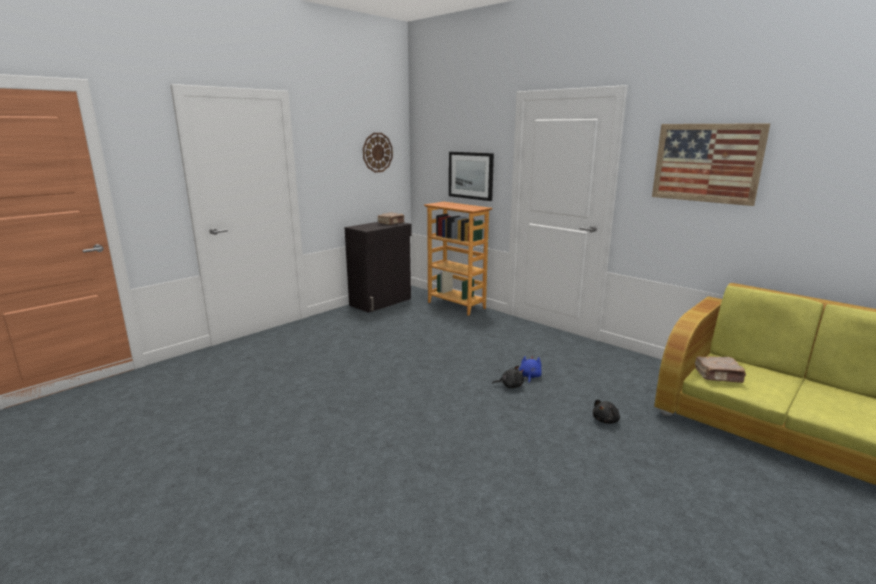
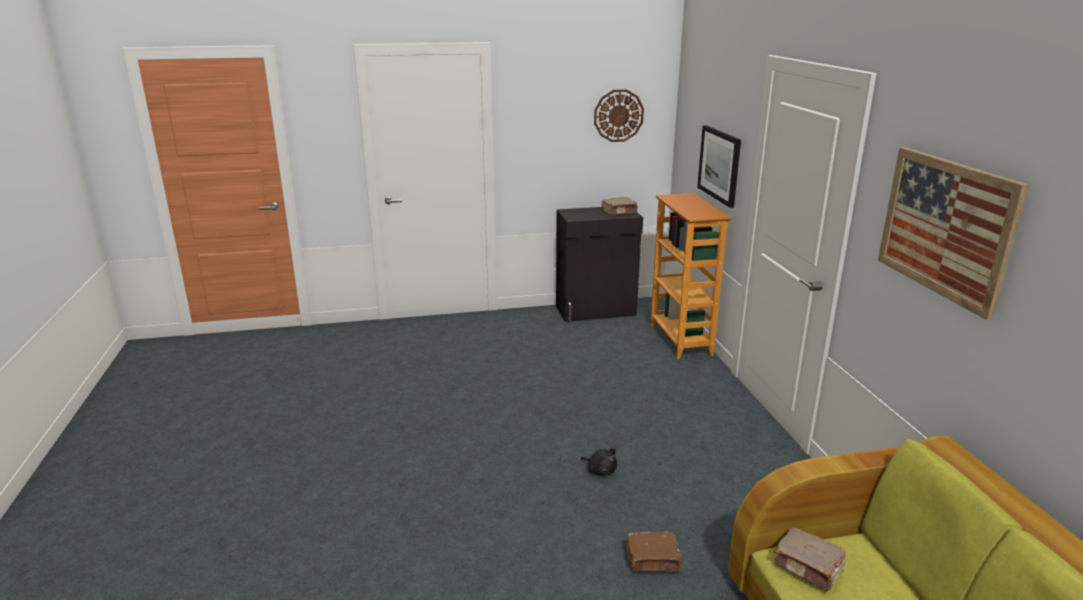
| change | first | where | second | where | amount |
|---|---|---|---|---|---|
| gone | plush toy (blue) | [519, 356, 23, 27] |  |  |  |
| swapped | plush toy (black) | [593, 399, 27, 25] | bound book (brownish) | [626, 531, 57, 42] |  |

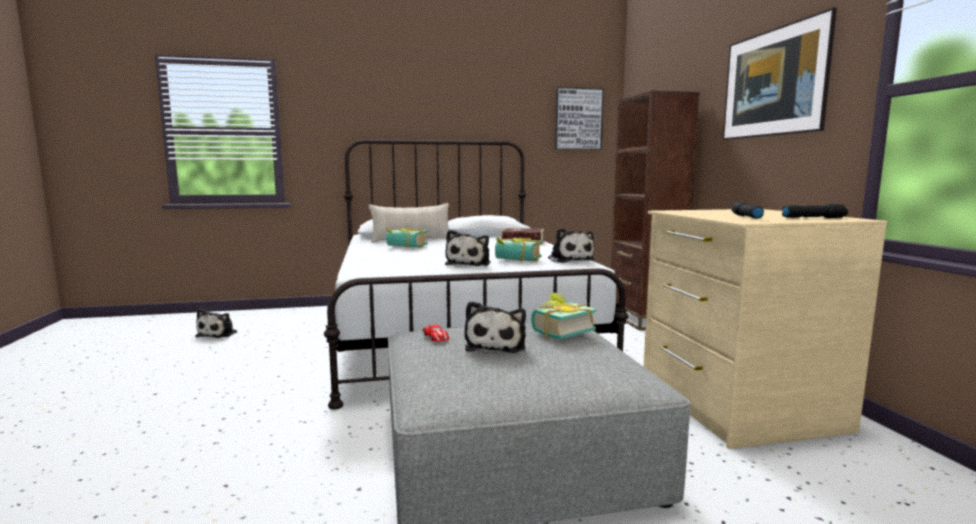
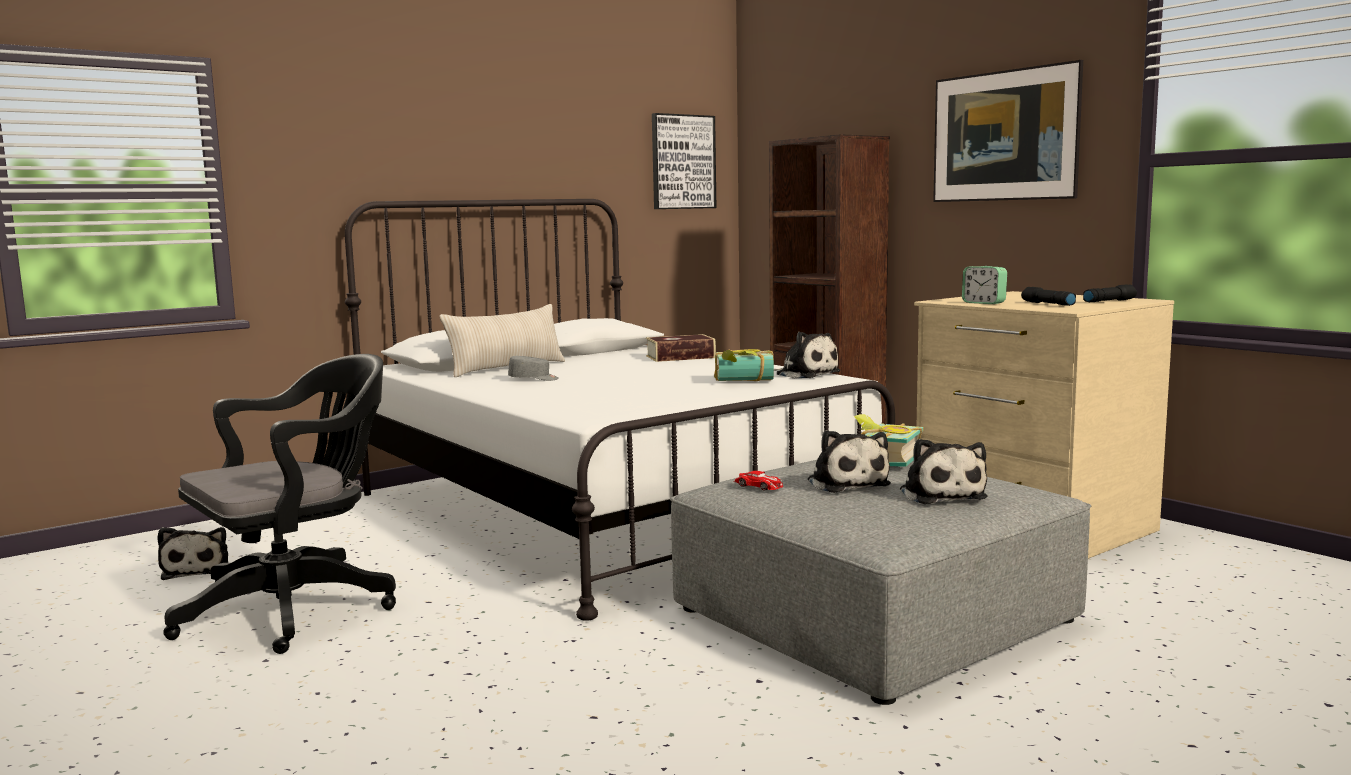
| change | first | where | second | where | amount |
|---|---|---|---|---|---|
| swapped | bound book | [386, 228, 42, 20] | cap (grey) | [508, 356, 51, 25] |  |
| shifted | plush toy | [445, 230, 45, 36] |  | [900, 439, 88, 65] |  |
| new |  |  | office chair (black) | [163, 354, 233, 300] |  |
| new |  |  | bedside clock | [962, 266, 45, 38] |  |

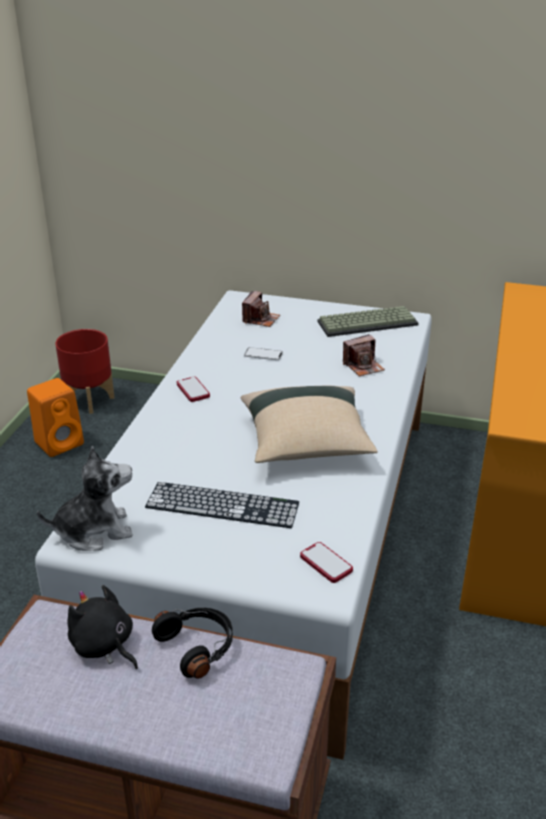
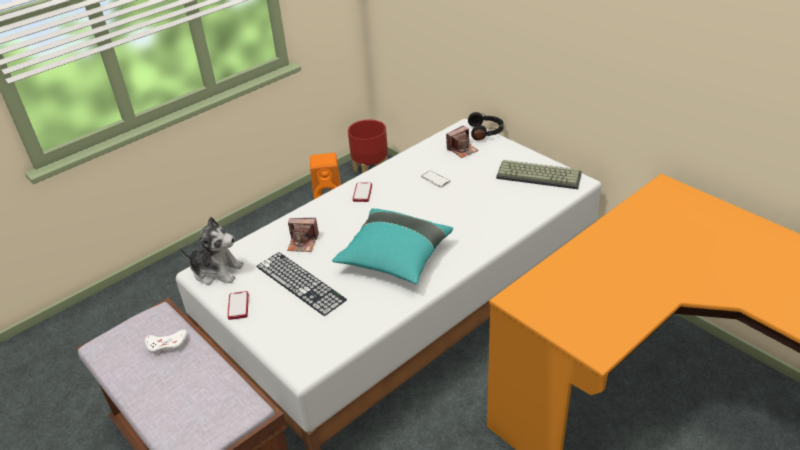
| change | first | where | second | where | amount |
|---|---|---|---|---|---|
| swapped | plush toy (black) | [68, 585, 70, 84] | gamepad (white) | [145, 330, 43, 26] |  |
| shifted | pair of headphones (black) | [152, 608, 81, 71] |  | [468, 112, 36, 28] |  |
| repainted | cushion (beige) | [241, 385, 136, 78] | cushion (blue-green) | [332, 209, 121, 75] |  |
| shifted | phone | [300, 542, 53, 41] |  | [227, 291, 22, 29] |  |
| shifted | photo camera | [343, 334, 42, 43] |  | [287, 218, 32, 34] |  |

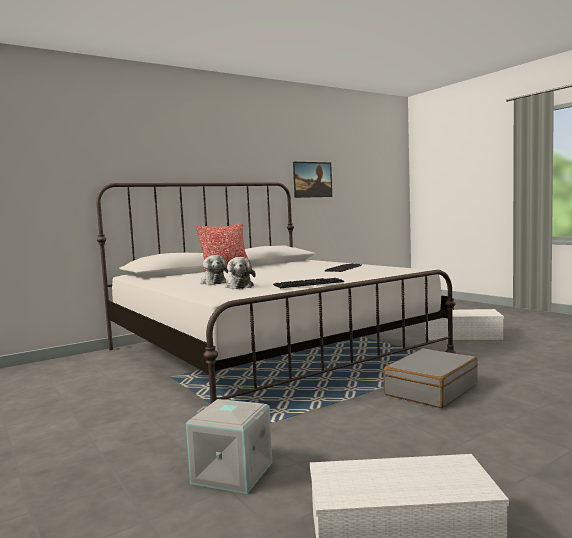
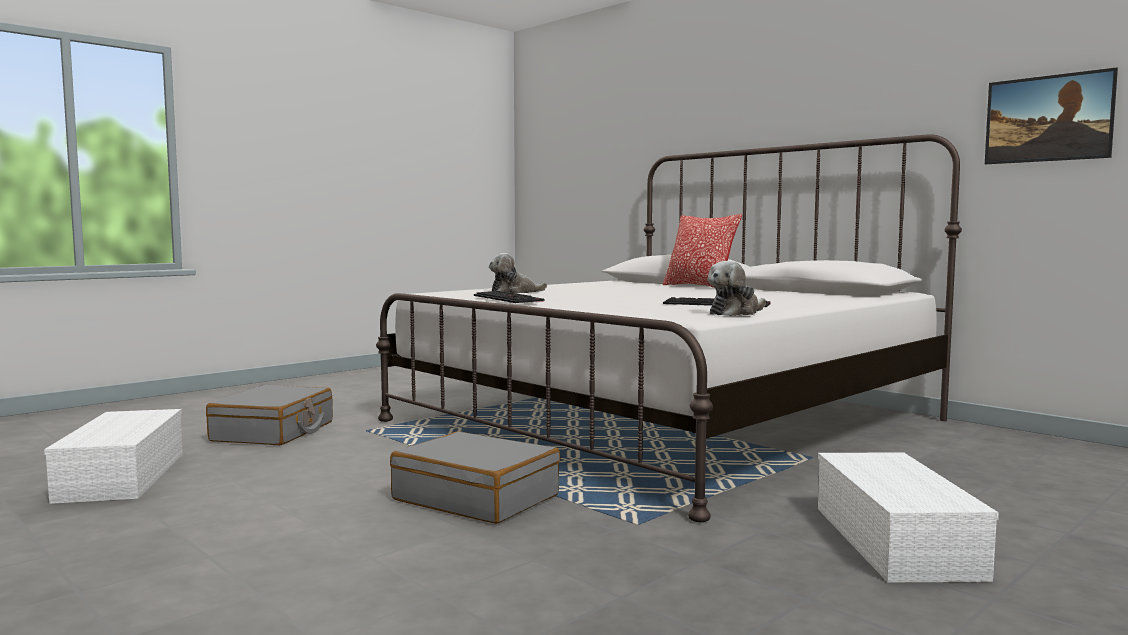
| change | first | where | second | where | amount |
|---|---|---|---|---|---|
| swapped | storage bin (grey) | [186, 399, 86, 95] | travel case (grey) | [206, 385, 127, 60] |  |
| shifted | plush toy | [201, 255, 27, 30] |  | [708, 261, 58, 55] |  |

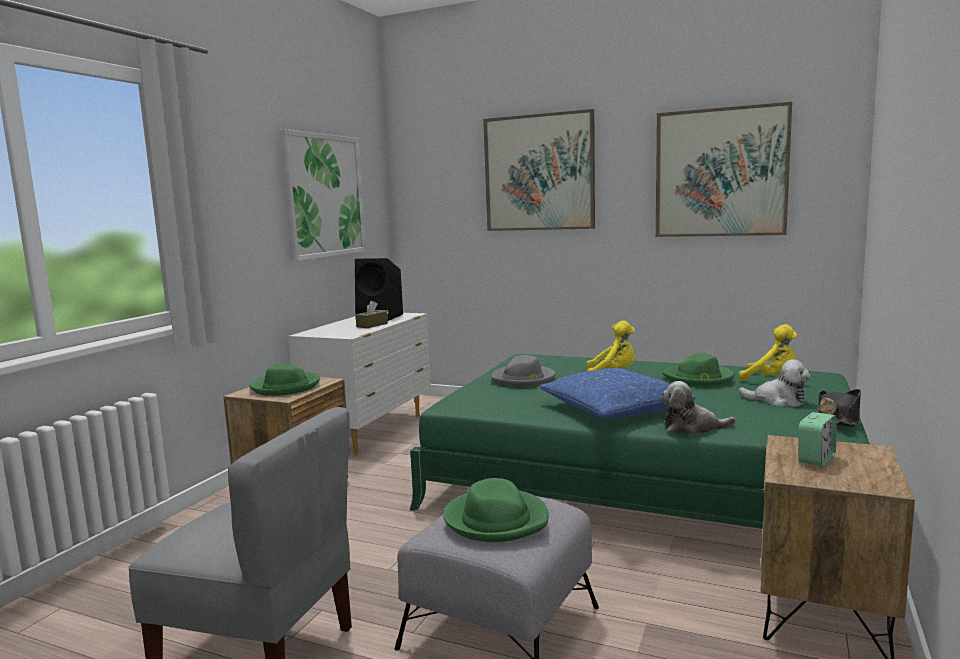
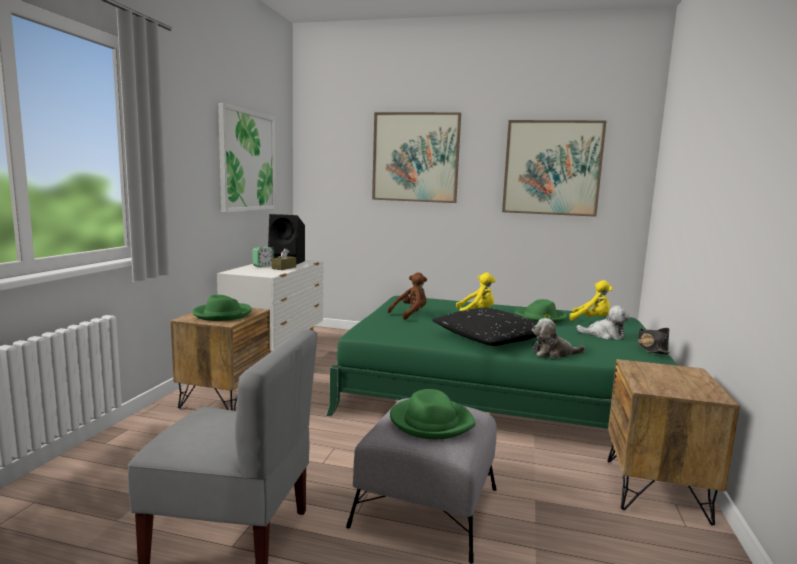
| change | first | where | second | where | amount |
|---|---|---|---|---|---|
| swapped | clothing hat (grey) | [491, 355, 65, 32] | plush toy (brownish) | [388, 272, 39, 48] |  |
| repainted | cushion (blue) | [539, 368, 157, 51] | cushion (black) | [432, 308, 105, 38] |  |
| shifted | bedside clock | [798, 412, 39, 55] |  | [252, 247, 22, 20] |  |

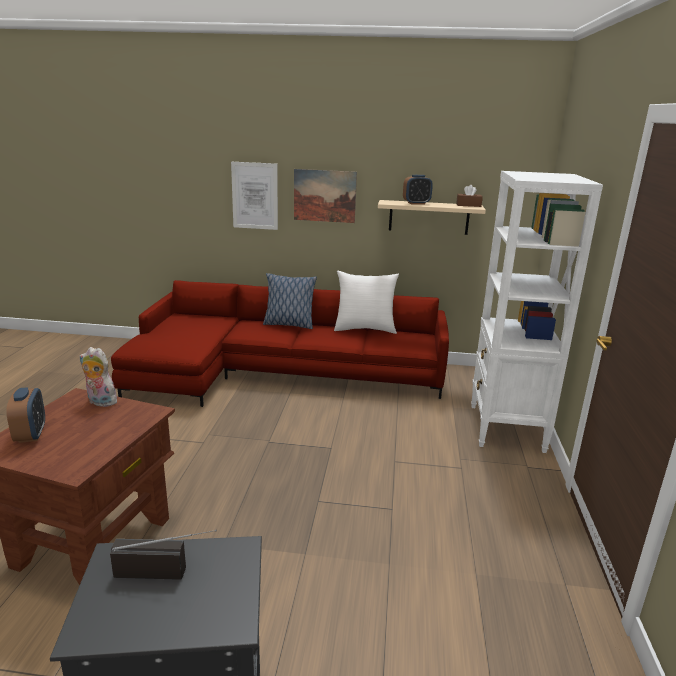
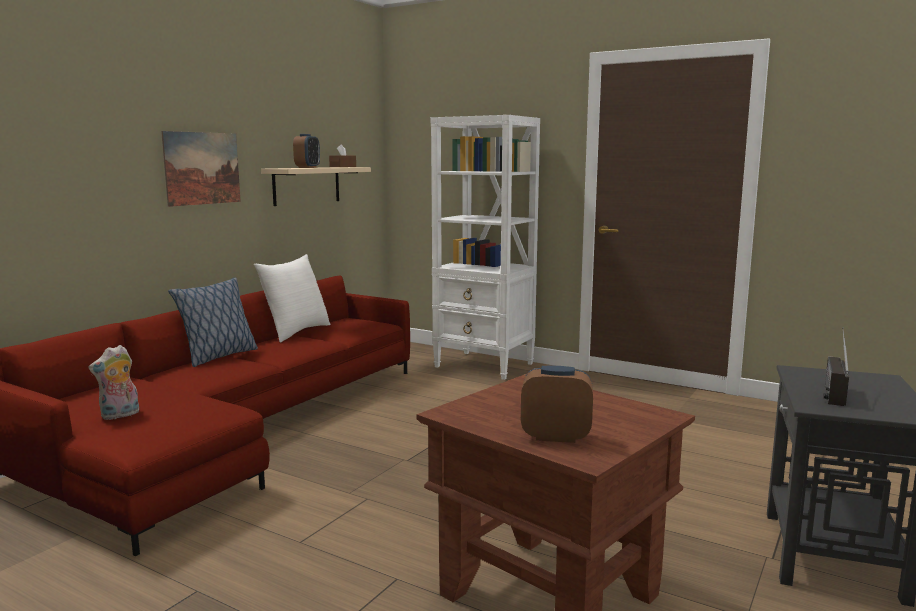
| change | first | where | second | where | amount |
|---|---|---|---|---|---|
| shifted | plush toy | [79, 347, 41, 60] |  | [89, 345, 50, 75] |  |
| gone | wall picture | [231, 162, 47, 68] |  |  |  |

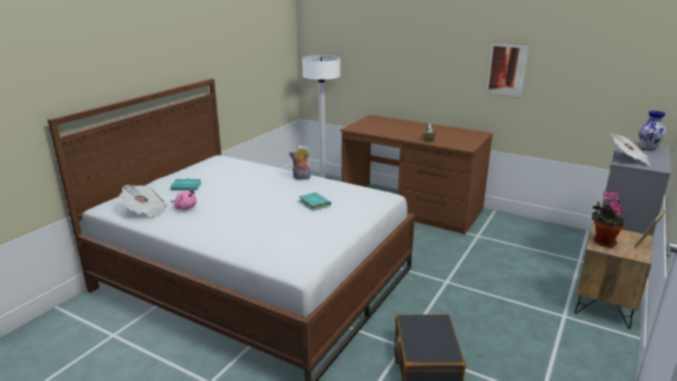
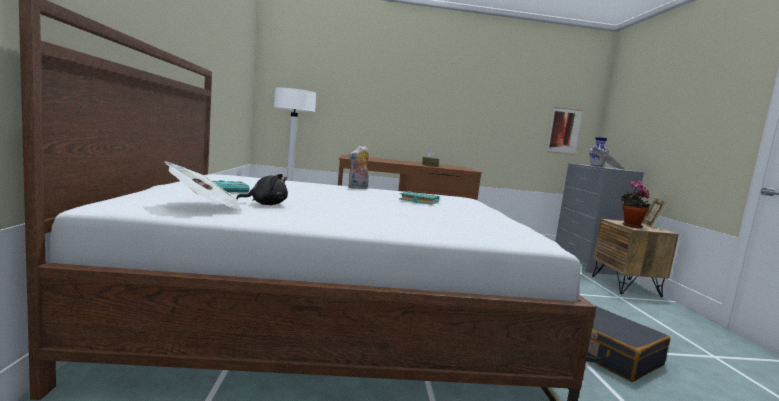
| change | first | where | second | where | amount |
|---|---|---|---|---|---|
| repainted | plush toy (pinkish) | [171, 189, 26, 21] | plush toy (black) | [236, 174, 52, 31] |  |
| shifted | wall picture | [486, 41, 43, 57] |  | [547, 107, 35, 48] |  |

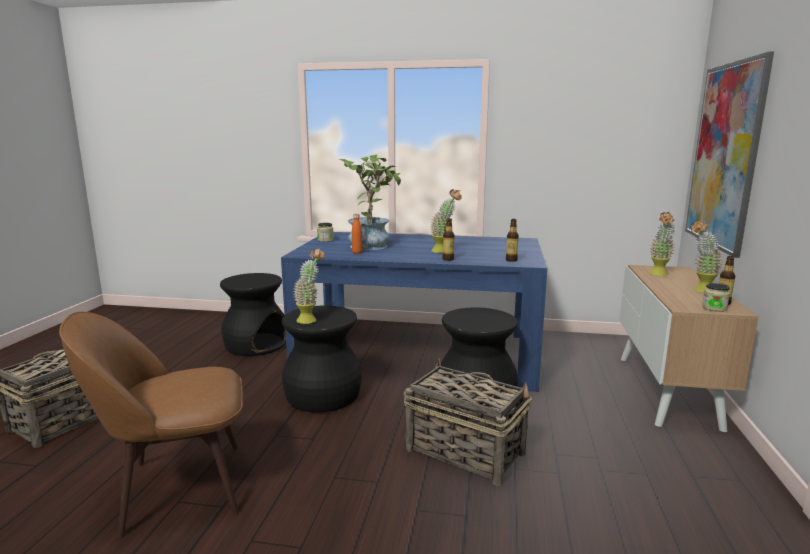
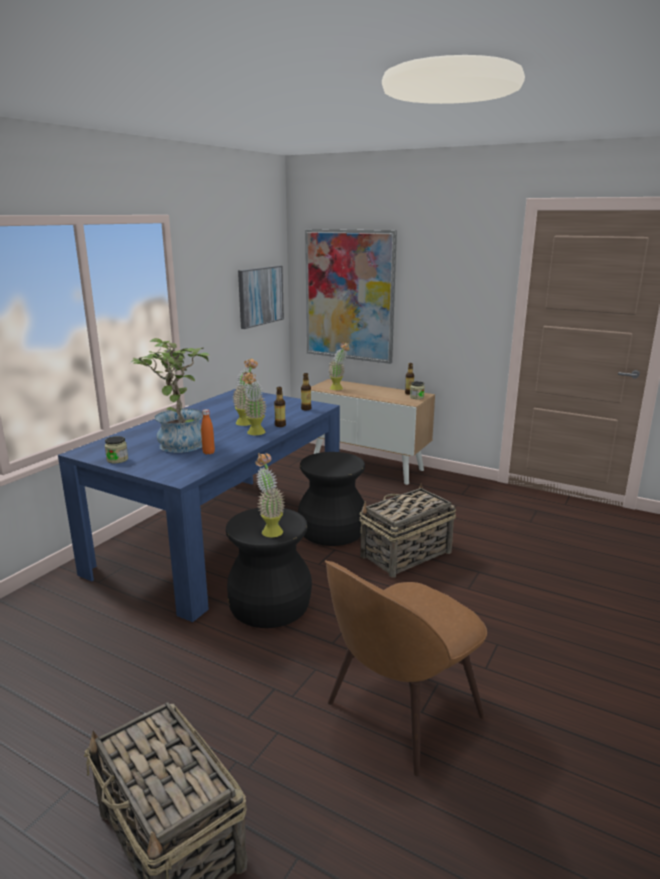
| change | first | where | second | where | amount |
|---|---|---|---|---|---|
| rotated | upright chair (brownish) | [59, 312, 184, 227] |  | [325, 560, 162, 216] | 45 degrees clockwise |
| gone | stool (black) | [220, 273, 66, 83] |  |  |  |
| shifted | potted plant | [691, 220, 32, 73] |  | [241, 372, 25, 63] |  |
| new |  |  | wall picture | [238, 266, 46, 63] |  |

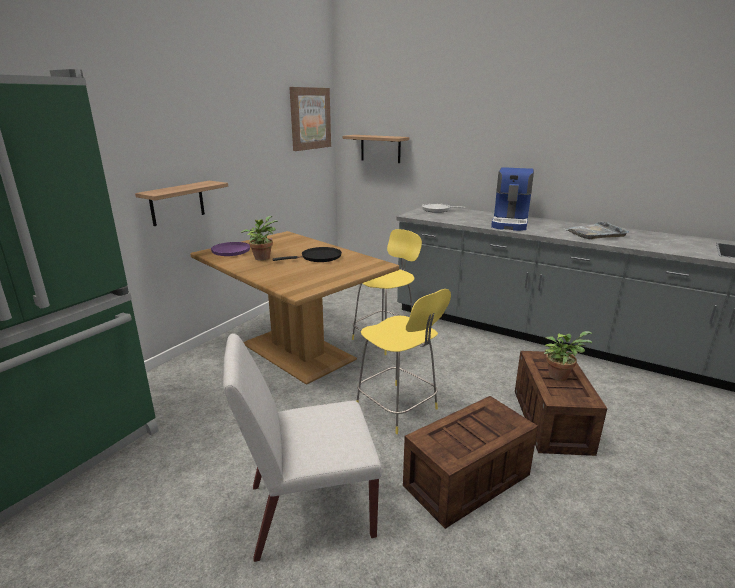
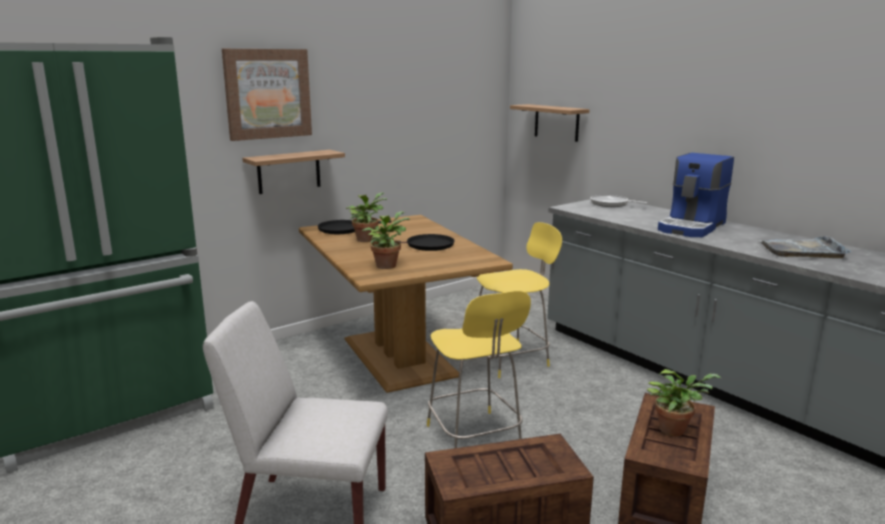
| change | first | where | second | where | amount |
|---|---|---|---|---|---|
| repainted | pan (purple) | [211, 238, 60, 18] | pan (black) | [318, 220, 73, 14] |  |
| shifted | wall picture | [289, 87, 42, 64] |  | [222, 49, 90, 92] |  |
| new |  |  | potted plant | [362, 211, 48, 58] |  |

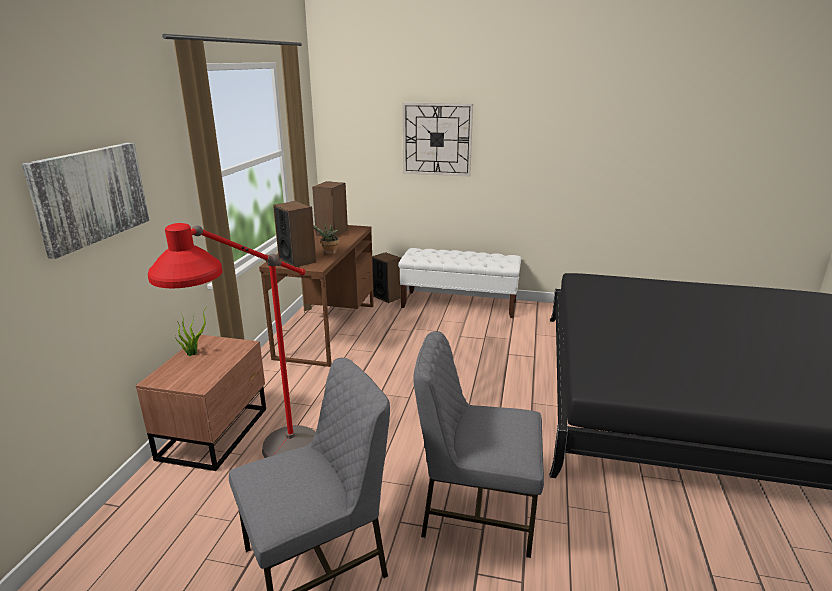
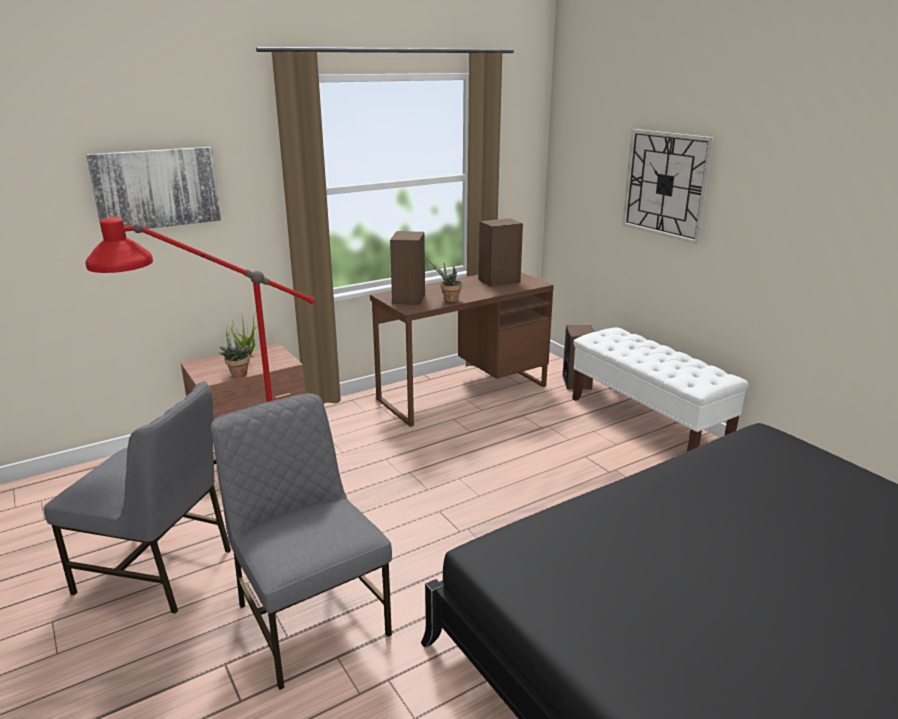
| change | first | where | second | where | amount |
|---|---|---|---|---|---|
| new |  |  | potted plant | [218, 325, 32, 53] |  |

